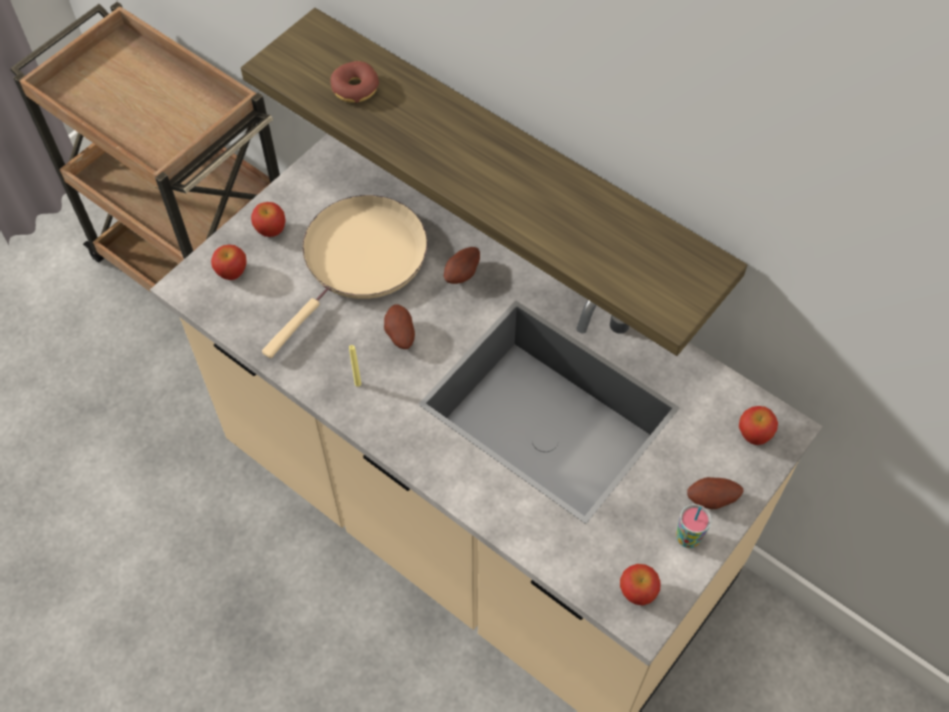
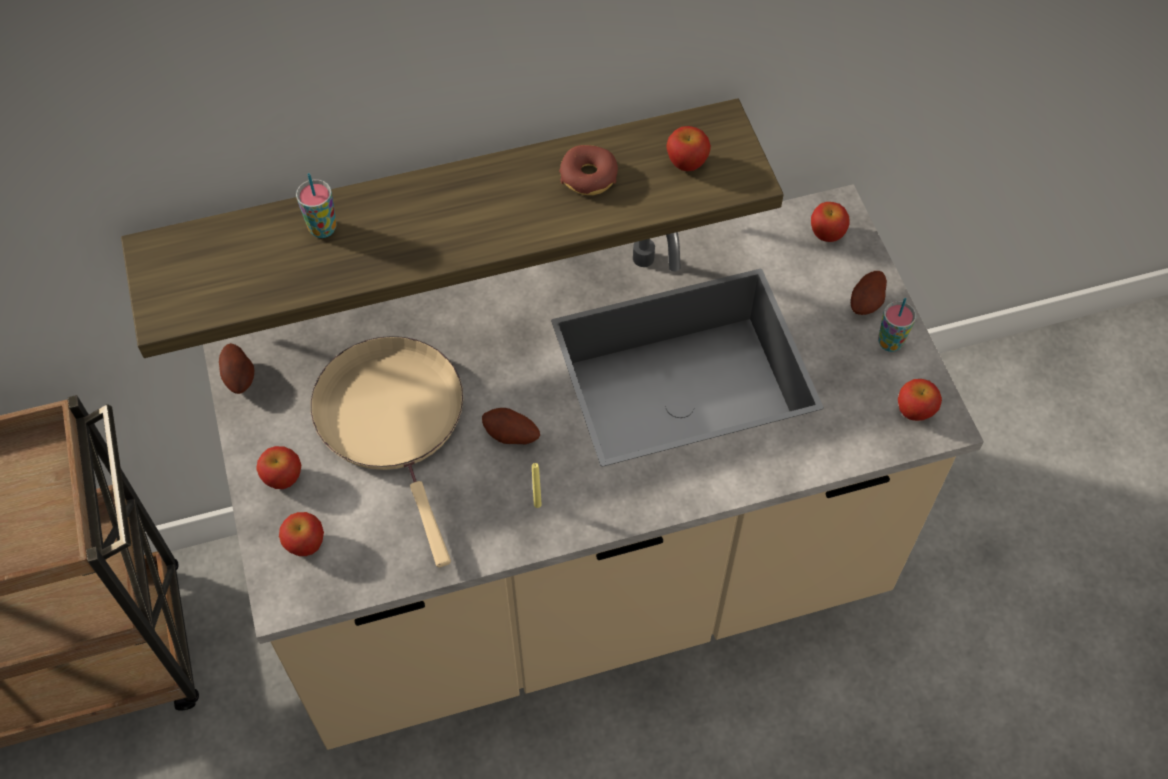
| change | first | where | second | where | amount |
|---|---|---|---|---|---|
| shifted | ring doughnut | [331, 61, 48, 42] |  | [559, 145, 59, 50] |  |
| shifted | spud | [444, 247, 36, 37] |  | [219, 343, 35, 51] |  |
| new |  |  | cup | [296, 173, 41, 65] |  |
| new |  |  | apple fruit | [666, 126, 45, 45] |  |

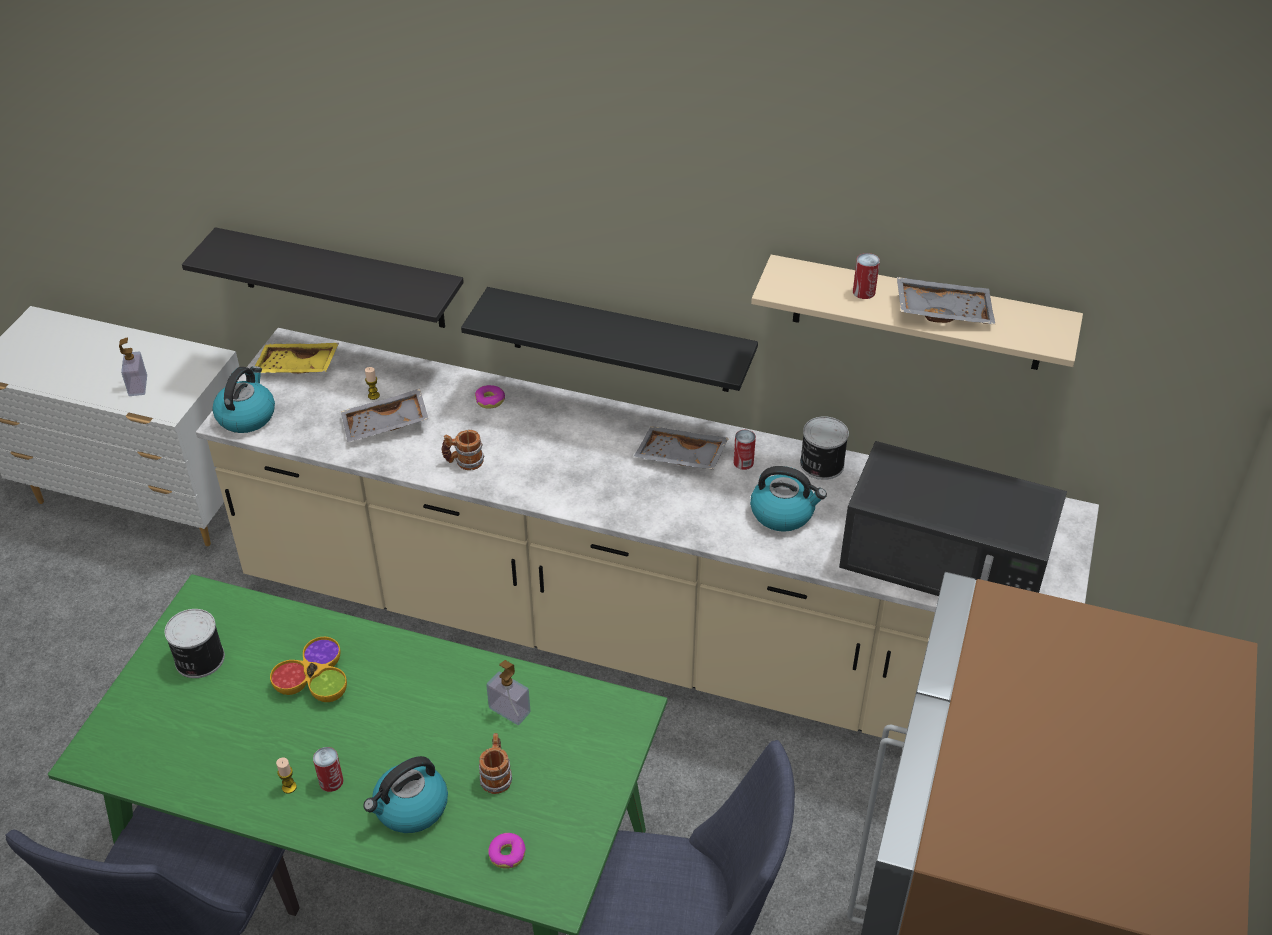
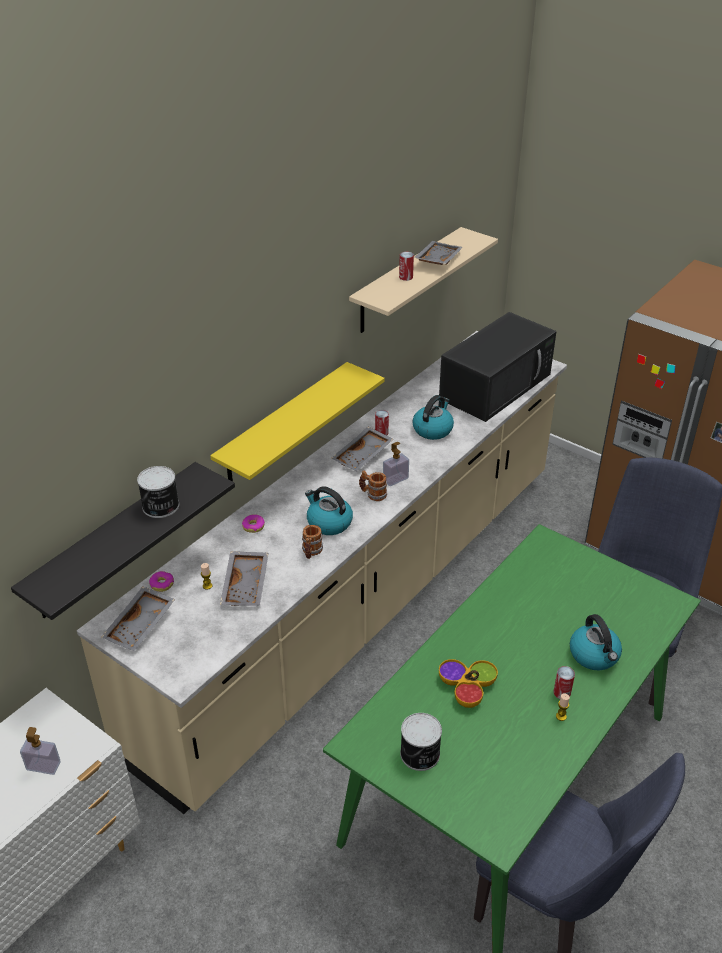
| change | first | where | second | where | amount |
|---|---|---|---|---|---|
| shifted | water kettle | [212, 366, 63, 67] |  | [305, 486, 48, 49] |  |
| repainted | carrying tray (yellow) | [255, 343, 84, 31] | carrying tray (grey) | [102, 587, 73, 64] |  |
| repainted | wall shelf (black) | [461, 287, 297, 105] | wall shelf (yellow) | [210, 362, 175, 120] |  |
| shifted | tea mug | [479, 733, 33, 61] |  | [359, 470, 28, 31] |  |
| shifted | soap bottle | [486, 660, 44, 65] |  | [383, 442, 26, 44] |  |
| shifted | ring doughnut | [488, 833, 38, 36] |  | [149, 571, 25, 21] |  |
| shifted | sealed can | [800, 416, 49, 64] |  | [137, 466, 42, 52] |  |

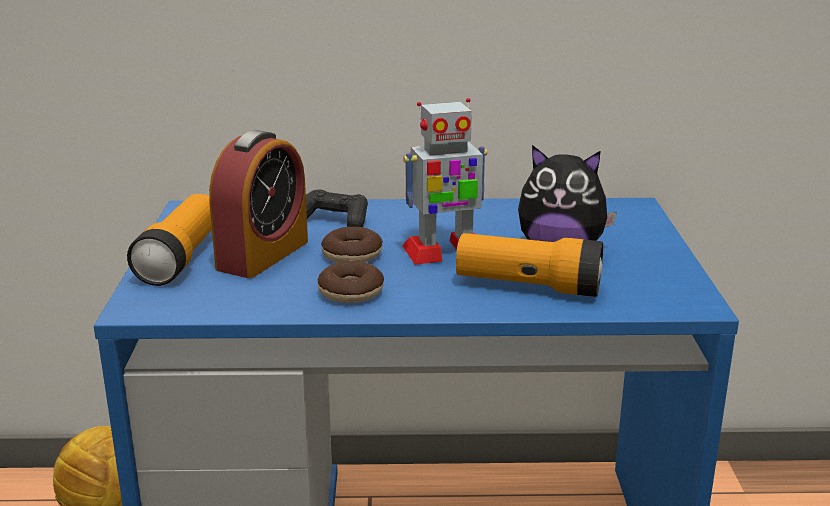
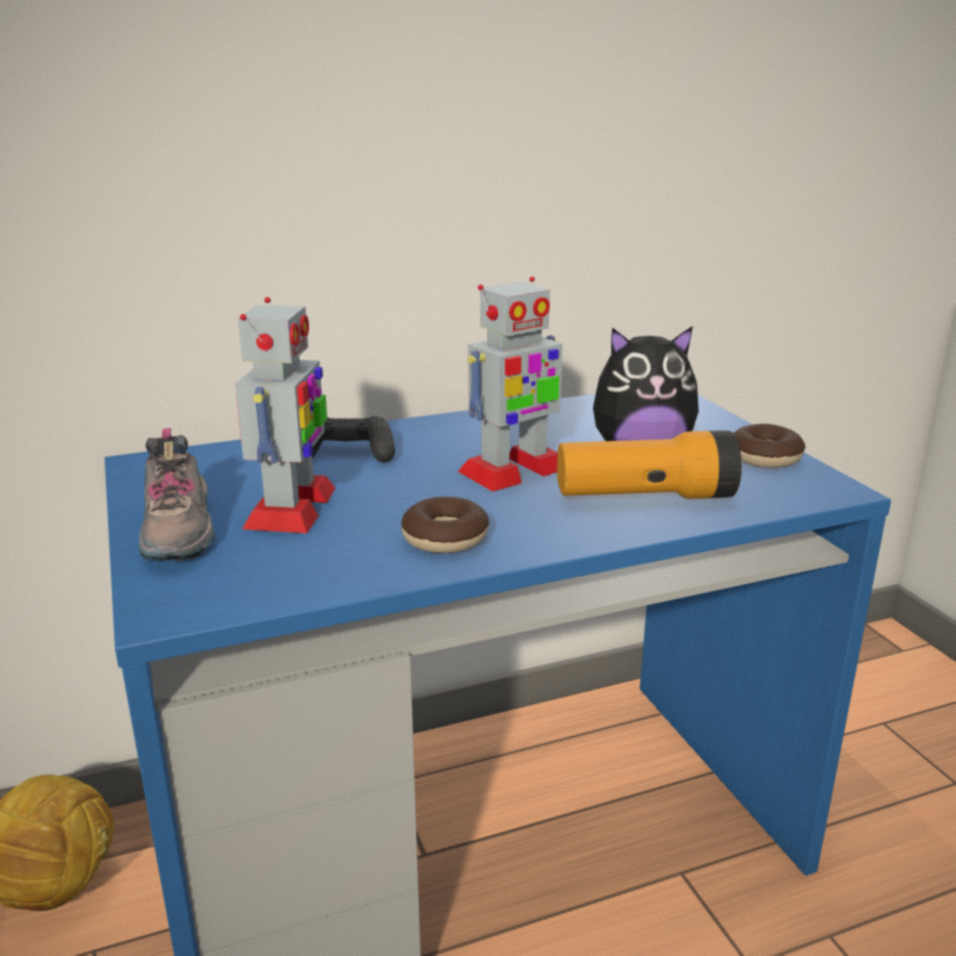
| change | first | where | second | where | amount |
|---|---|---|---|---|---|
| swapped | hand torch | [127, 194, 85, 92] | low shoe | [139, 428, 76, 134] |  |
| swapped | bedside clock | [209, 130, 99, 148] | model robot | [235, 297, 101, 236] |  |
| shifted | ring doughnut | [321, 227, 62, 36] |  | [734, 424, 72, 44] |  |

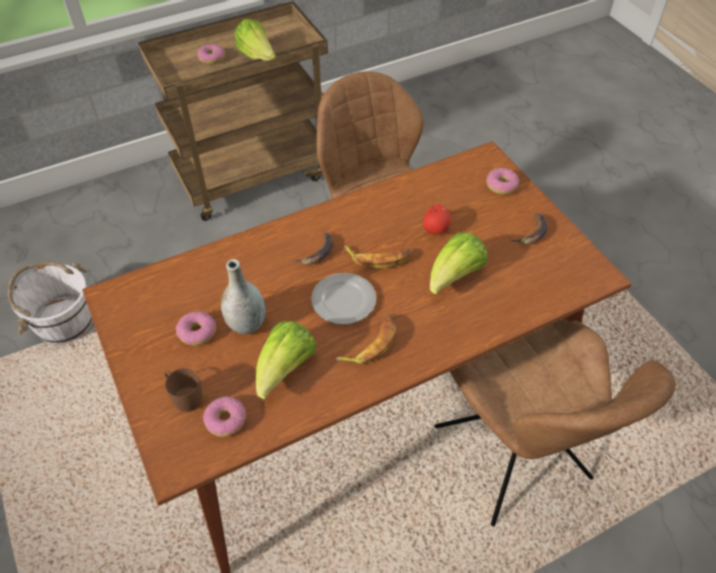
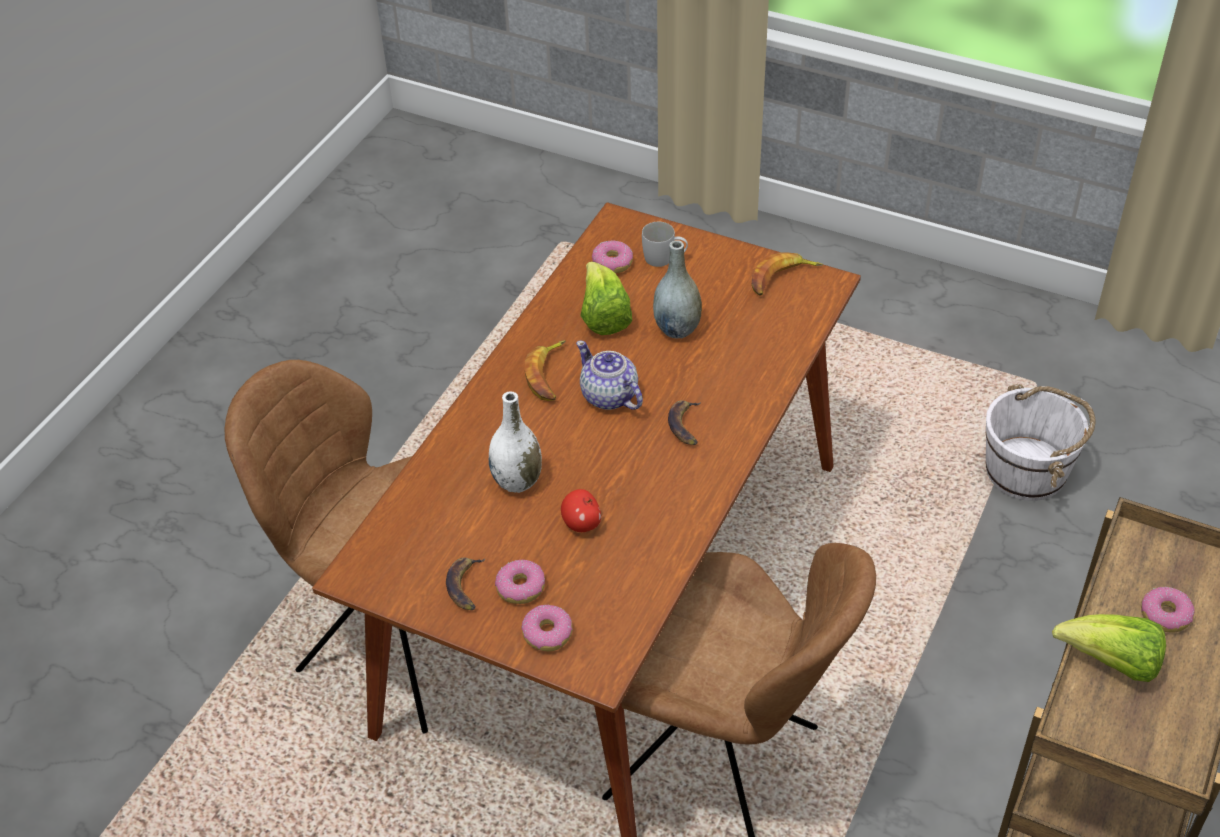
| change | first | where | second | where | amount |
|---|---|---|---|---|---|
| repainted | tea mug (brownish) | [165, 368, 37, 44] | tea mug (white) | [642, 222, 46, 45] |  |
| shifted | ring doughnut | [176, 311, 40, 35] |  | [495, 560, 50, 44] |  |
| swapped | dinner plate | [311, 273, 65, 52] | teapot | [576, 341, 67, 69] |  |
| shifted | banana fruit | [344, 245, 67, 24] |  | [752, 252, 71, 44] |  |
| swapped | lettuce head | [430, 232, 58, 62] | decorative vase (white) | [489, 392, 53, 101] |  |

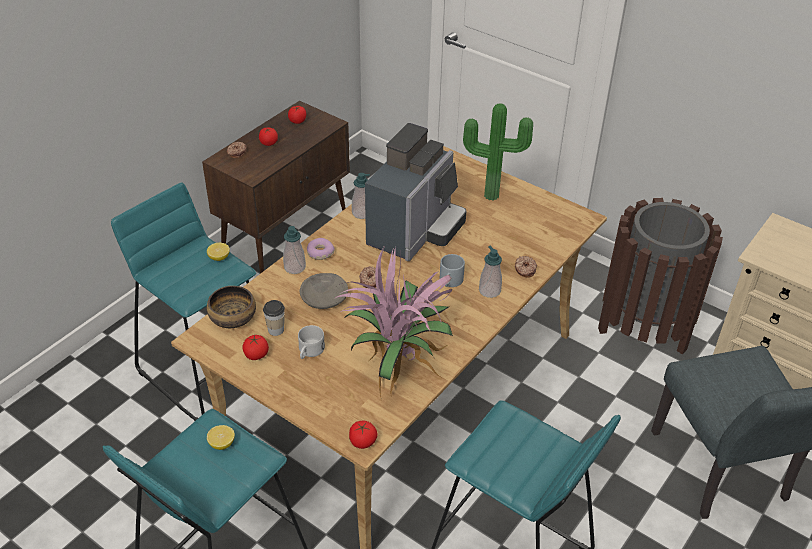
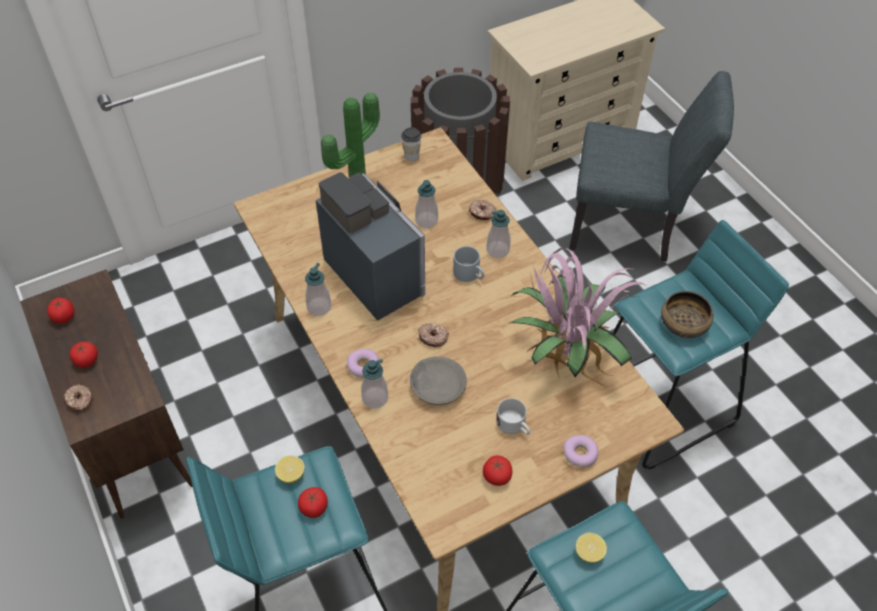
| change | first | where | second | where | amount |
|---|---|---|---|---|---|
| shifted | bowl | [207, 286, 49, 42] |  | [661, 291, 53, 47] |  |
| shifted | cup | [263, 300, 22, 36] |  | [401, 128, 20, 33] |  |
| shifted | fresh tomato | [349, 421, 28, 28] |  | [298, 487, 30, 31] |  |
| new |  |  | soap bottle | [415, 180, 23, 48] |  |
| new |  |  | ring doughnut | [563, 435, 36, 33] |  |

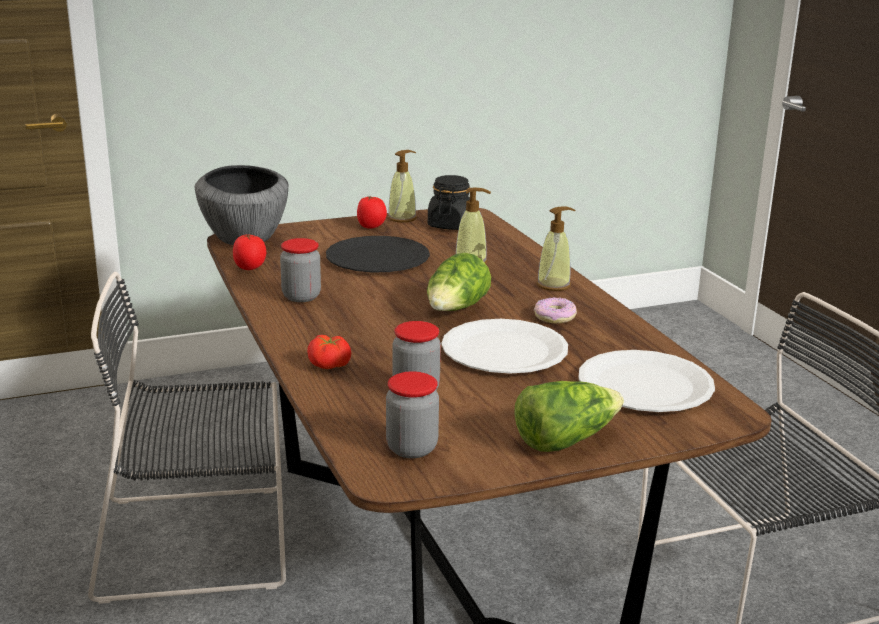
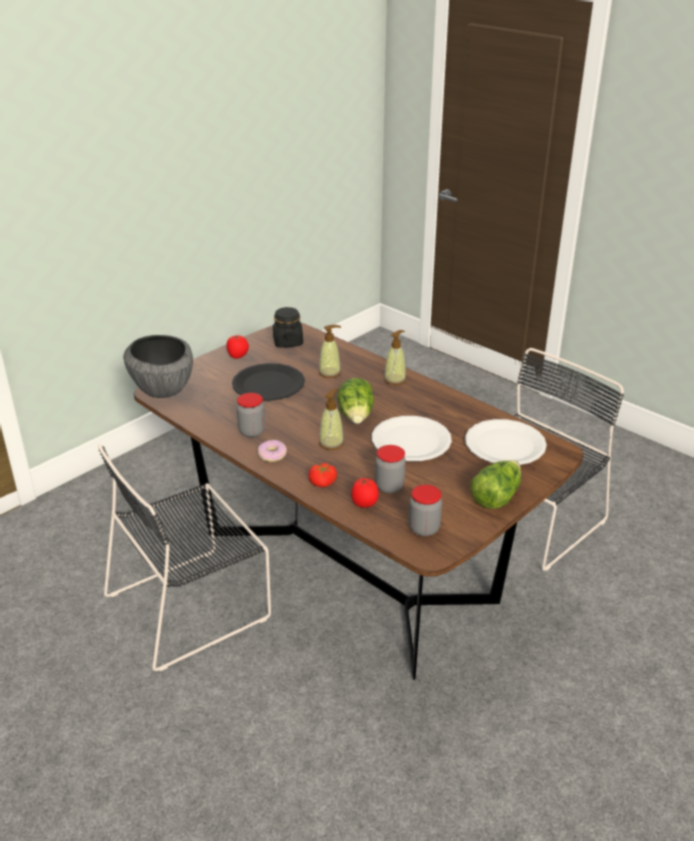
| change | first | where | second | where | amount |
|---|---|---|---|---|---|
| shifted | fresh tomato | [233, 234, 33, 36] |  | [351, 478, 28, 30] |  |
| shifted | soap bottle | [388, 150, 29, 73] |  | [319, 389, 25, 61] |  |
| shifted | ring doughnut | [534, 298, 43, 26] |  | [258, 440, 29, 22] |  |

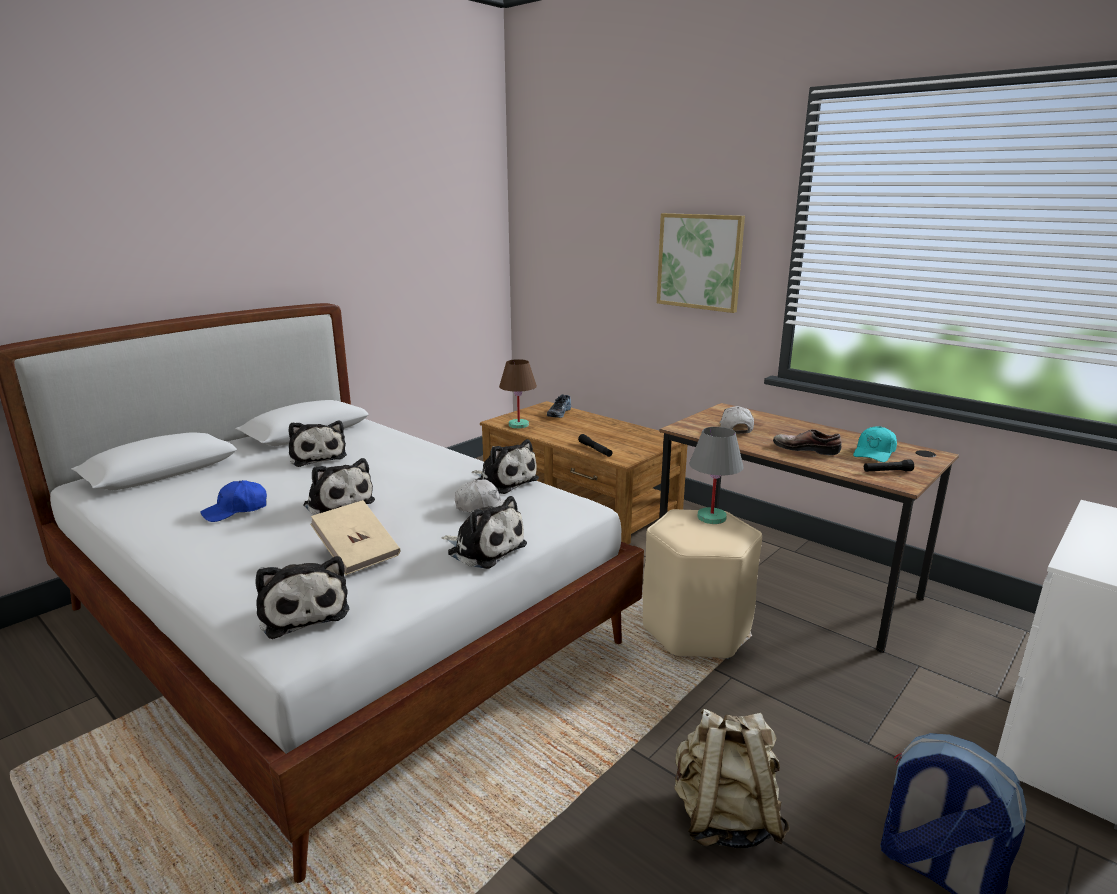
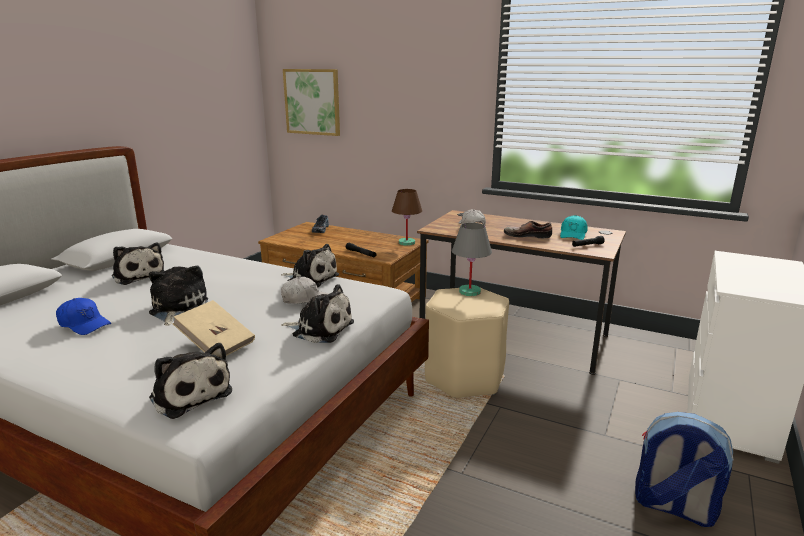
| change | first | where | second | where | amount |
|---|---|---|---|---|---|
| rotated | cap (blue) | [200, 480, 67, 42] |  | [56, 298, 55, 37] | 105 degrees counterclockwise |
| rotated | plush toy | [303, 458, 72, 57] |  | [149, 266, 59, 60] | 120 degrees counterclockwise |
| shifted | tabletop lamp (brownish) | [499, 359, 38, 70] |  | [392, 189, 30, 57] |  |
| shifted | wall picture | [657, 213, 88, 100] |  | [283, 69, 57, 67] |  |
| gone | backpack (beige) | [675, 709, 115, 139] |  |  |  |

